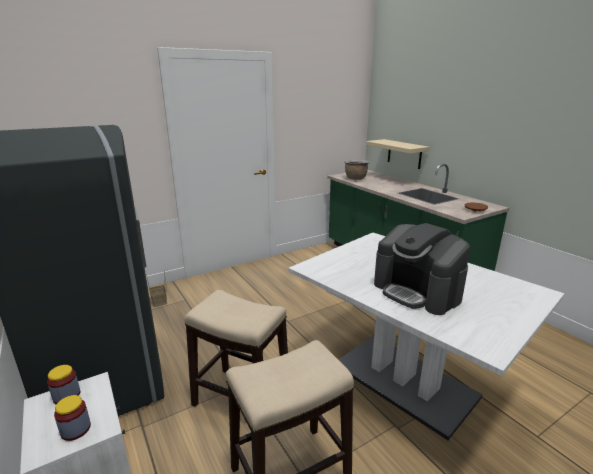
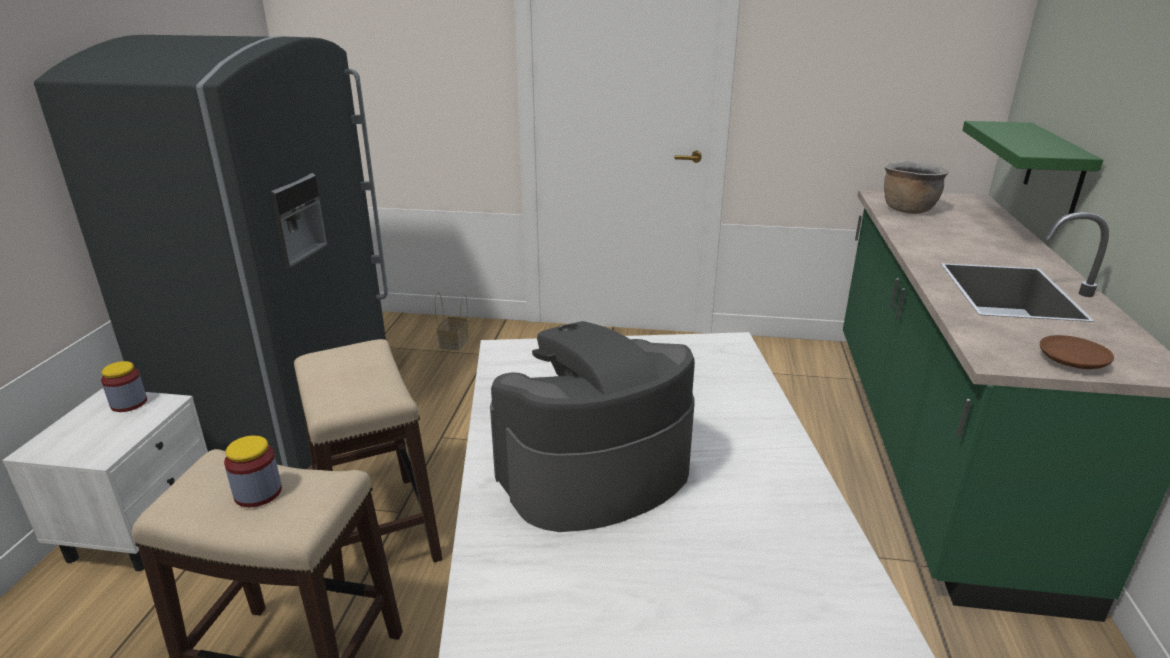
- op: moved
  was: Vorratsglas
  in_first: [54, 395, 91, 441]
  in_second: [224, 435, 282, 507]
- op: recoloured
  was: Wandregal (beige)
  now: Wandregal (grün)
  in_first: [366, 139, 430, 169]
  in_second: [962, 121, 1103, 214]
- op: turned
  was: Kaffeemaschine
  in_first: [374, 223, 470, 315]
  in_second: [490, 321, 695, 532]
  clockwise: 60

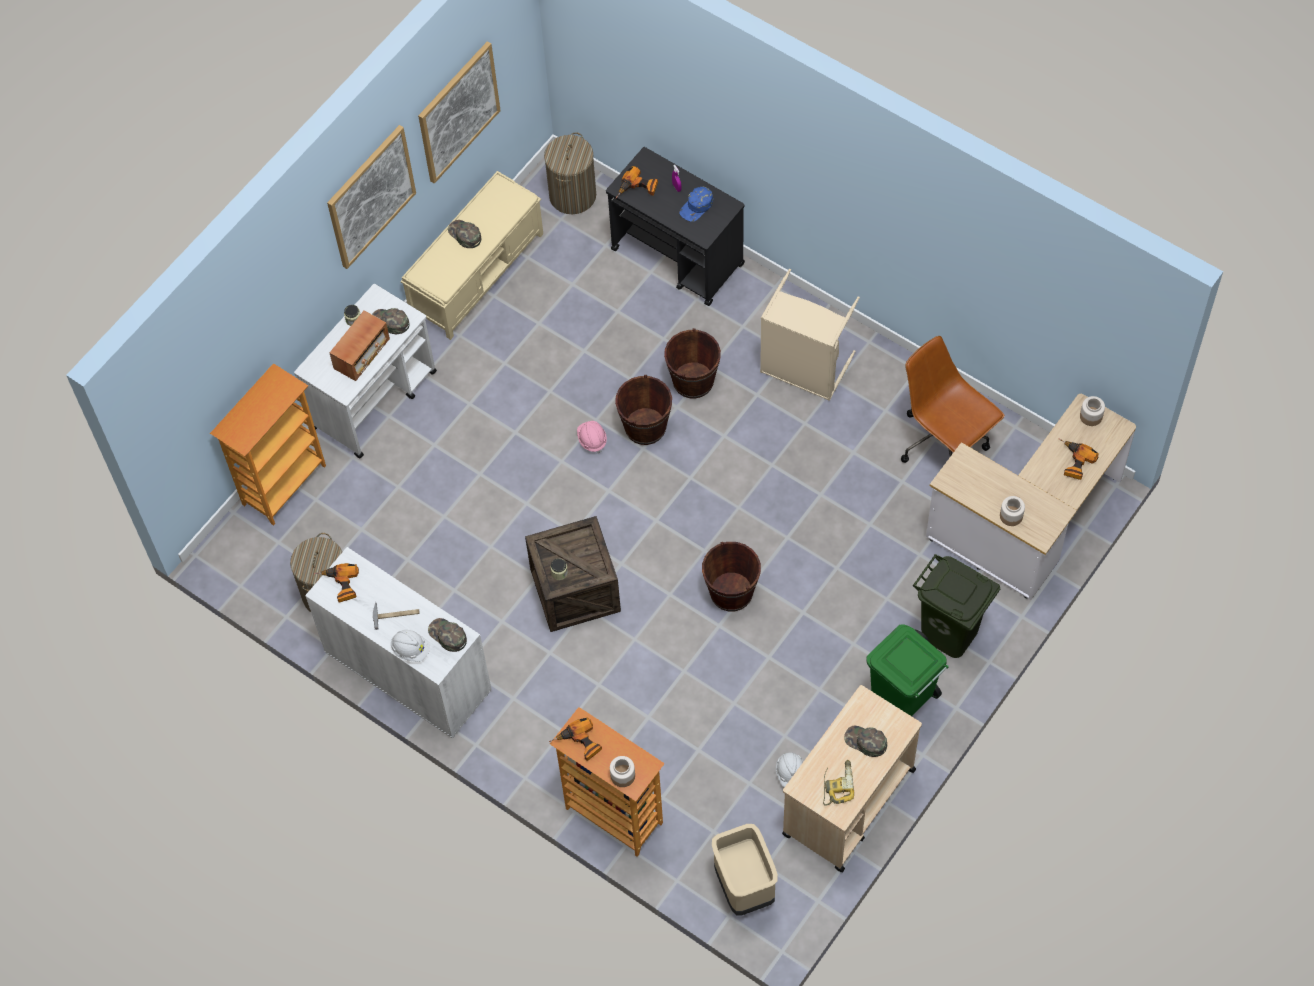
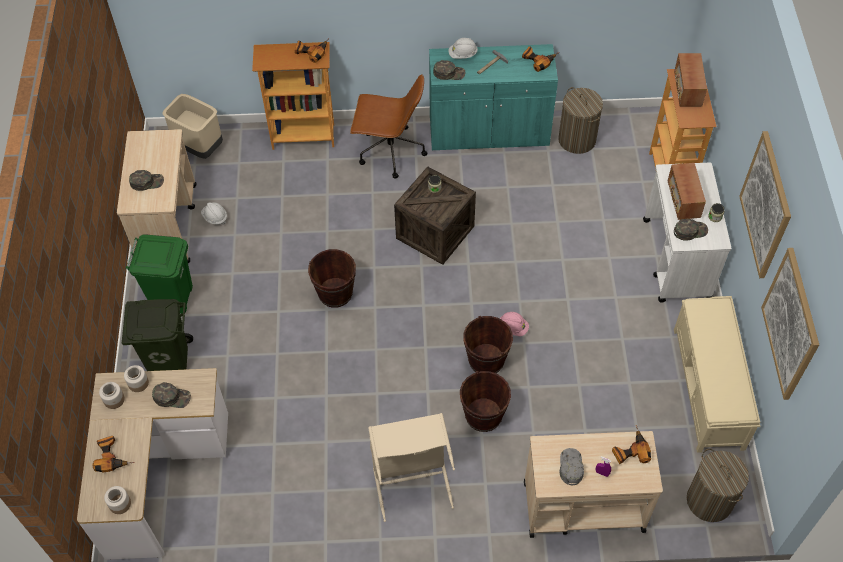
- op: recoloured
  was: Schrank (weiß)
  now: Schrank (türkis)
  in_first: [305, 547, 492, 738]
  in_second: [429, 44, 558, 150]
- op: moved
  was: Kappe (grün)
  in_first: [448, 220, 481, 248]
  in_second: [152, 382, 191, 408]
- op: recoloured
  was: Rollwagen (schwarz)
  now: Rollwagen (beige)
  in_first: [606, 147, 745, 306]
  in_second: [524, 431, 663, 538]
- op: moved
  was: Vorratsglas
  in_first: [610, 756, 635, 787]
  in_second: [99, 382, 125, 409]
- op: recoloured
  was: Kappe (blau)
  now: Kappe (grau)
  in_first: [679, 186, 713, 222]
  in_second: [560, 448, 584, 485]
- op: removed
  was: Bohrmaschine
  in_first: [823, 760, 854, 806]
- op: moved
  was: Bürostuhl (braun)
  in_first: [901, 336, 1005, 463]
  in_second: [350, 74, 428, 179]
- op: added
  now: Radio
  in_second: [674, 53, 707, 107]

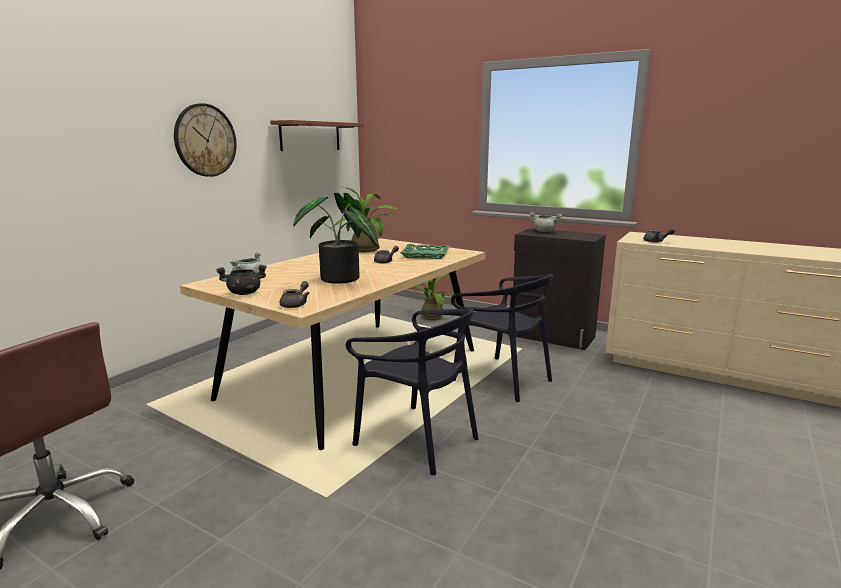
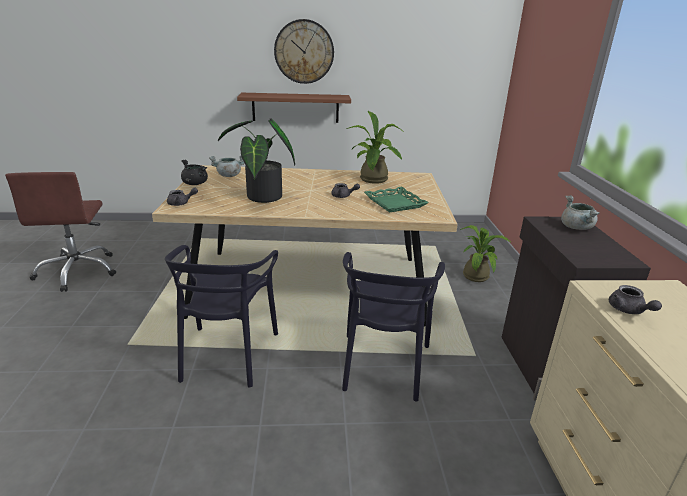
- op: moved
  was: Wandregal (braun)
  in_first: [270, 120, 364, 151]
  in_second: [237, 93, 351, 123]

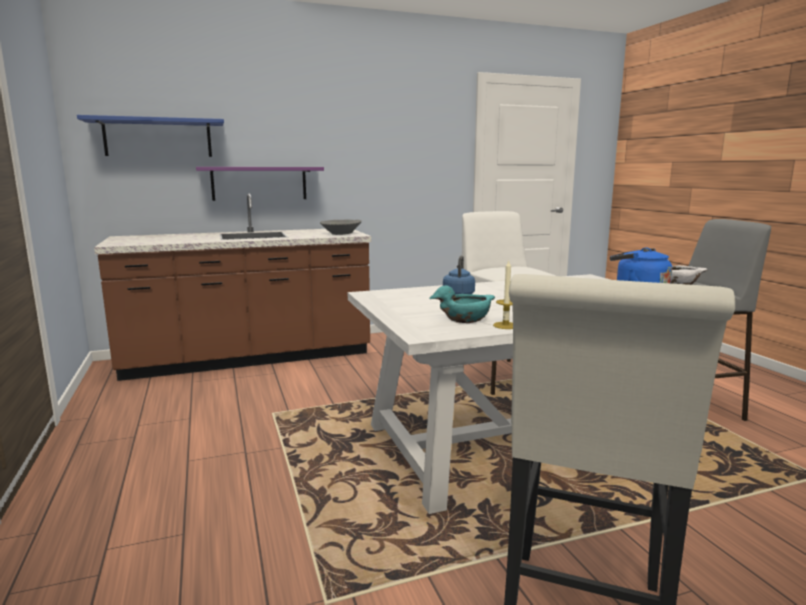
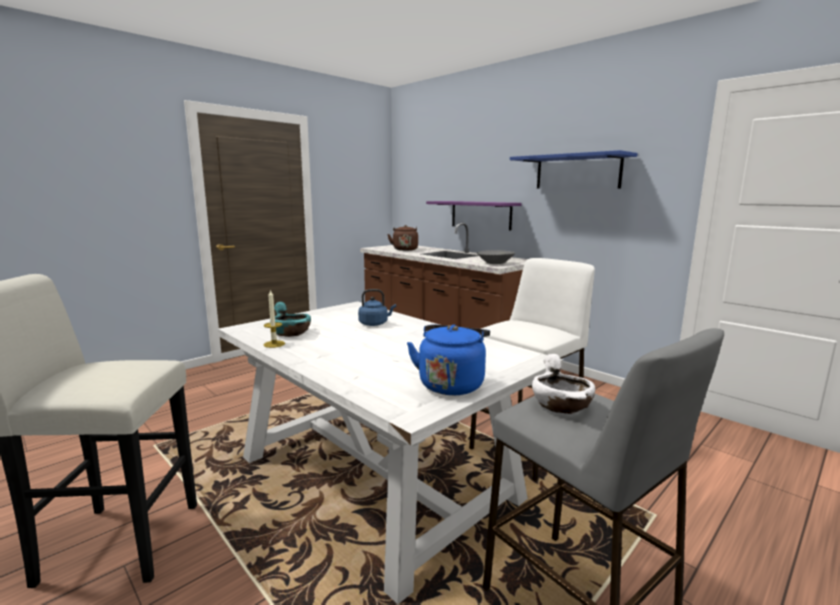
- op: moved
  was: Wandregal (blau)
  in_first: [77, 115, 224, 157]
  in_second: [510, 150, 637, 189]
- op: added
  now: Wasserkessel (braun)
  in_second: [388, 225, 418, 251]

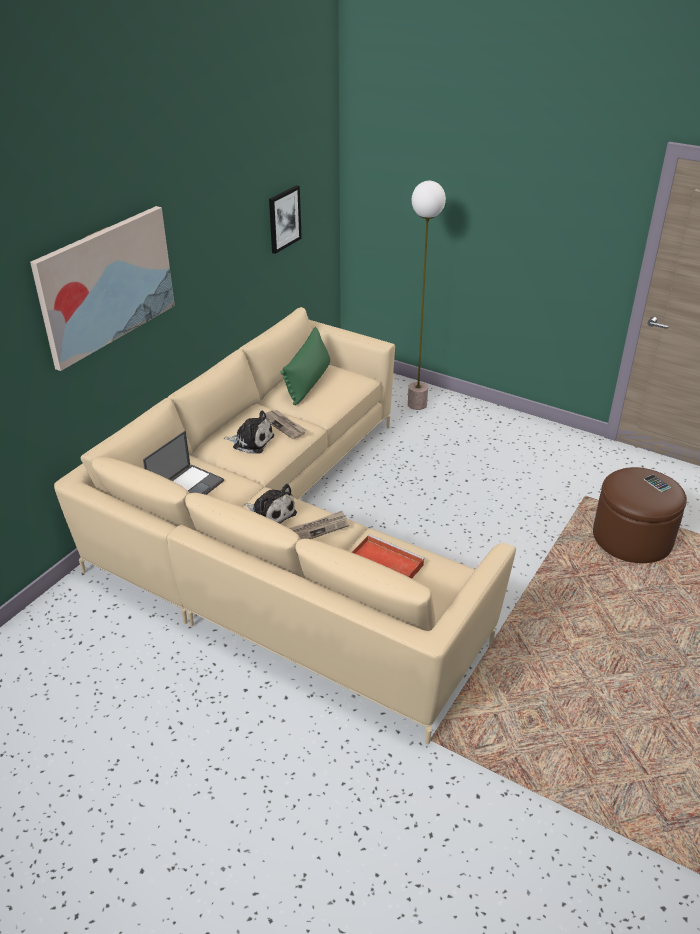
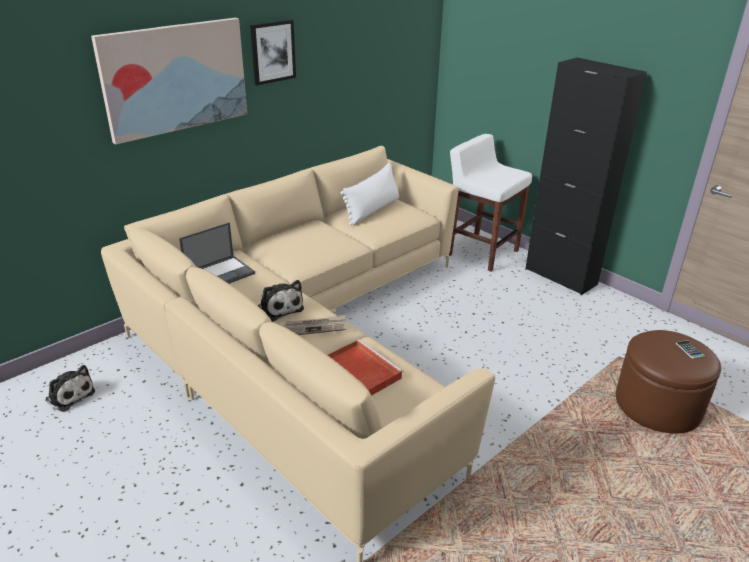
- op: moved
  was: Plüschtier
  in_first: [223, 410, 274, 454]
  in_second: [45, 365, 95, 412]
- op: removed
  was: Zeitung
  in_first: [265, 410, 307, 439]
- op: moved
  was: Bild
  in_first: [269, 185, 302, 254]
  in_second: [250, 19, 296, 85]
- op: recoloured
  was: Kissen (grün)
  now: Kissen (weiß)
  in_first: [280, 327, 330, 405]
  in_second: [341, 163, 399, 225]
- op: replaced
  was: Stehlampe
  now: Hocker (weiß)
  in_first: [408, 181, 446, 410]
  in_second: [448, 134, 532, 271]
- op: added
  now: Schrank (schwarz)
  in_second: [525, 57, 647, 295]

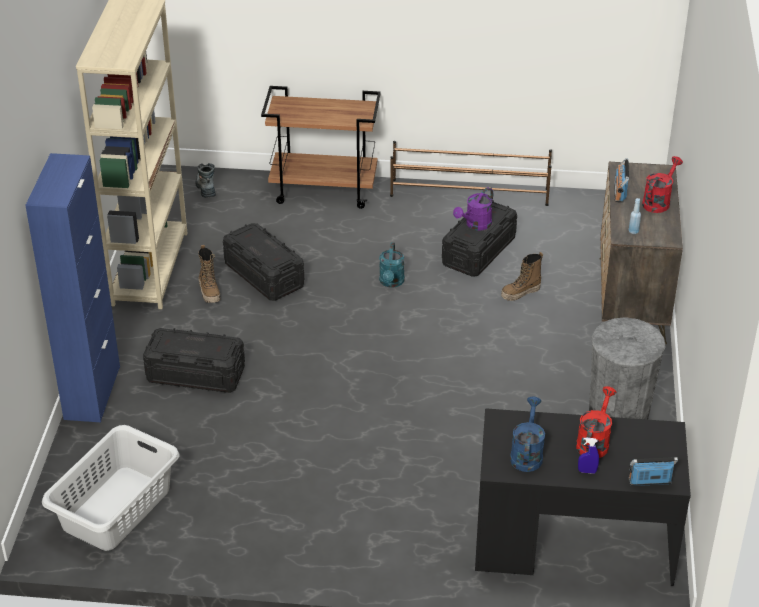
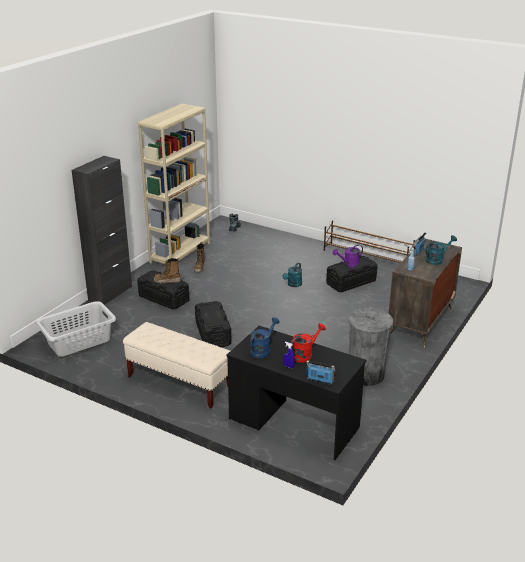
- op: recoloured
  was: Schrank (blau)
  now: Schrank (schwarz)
  in_first: [25, 153, 120, 422]
  in_second: [72, 156, 132, 305]
- op: moved
  was: Aufbewahrungsbox (schwarz)
  in_first: [223, 223, 304, 301]
  in_second: [195, 301, 231, 347]
- op: removed
  was: Rollwagen (braun)
  in_first: [261, 86, 381, 209]
- op: moved
  was: Stiefel
  in_first: [501, 252, 543, 301]
  in_second: [154, 258, 180, 283]
- op: recoloured
  was: Gießkanne (rot)
  now: Gießkanne (türkis)
  in_first: [642, 156, 683, 213]
  in_second: [425, 235, 457, 265]
- op: added
  now: Bank (beige)
  in_second: [123, 322, 230, 408]

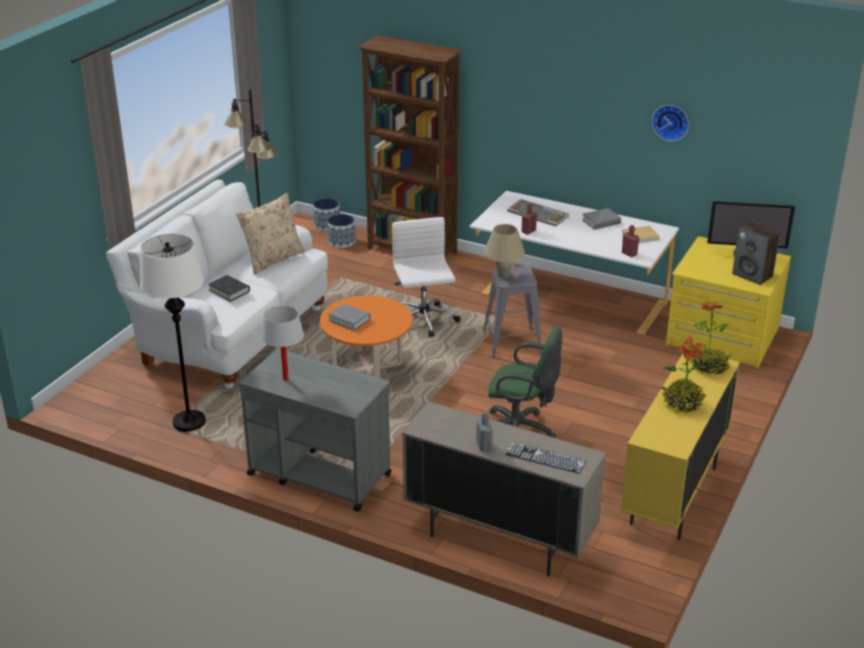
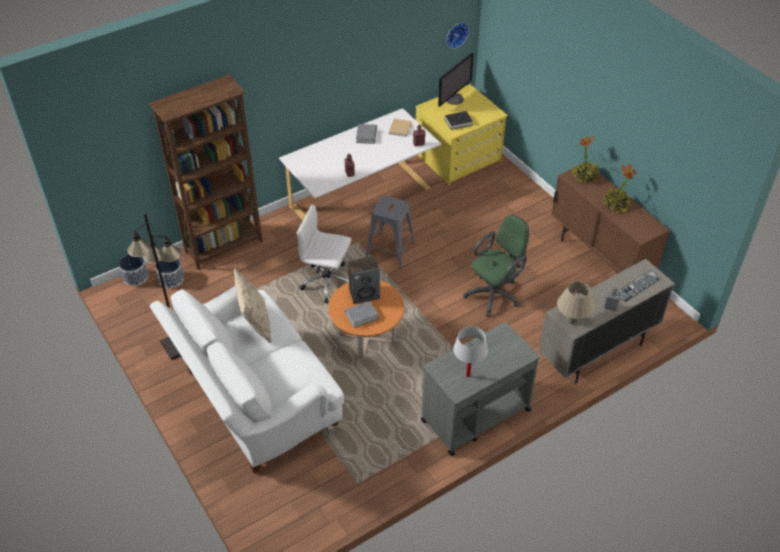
- op: removed
  was: Stehlampe (weiß)
  in_first: [140, 234, 206, 432]
- op: moved
  was: Buch (schwarz)
  in_first: [208, 275, 250, 302]
  in_second: [445, 111, 473, 130]
- op: moved
  was: Tischlampe (beige)
  in_first: [484, 224, 525, 278]
  in_second: [557, 281, 594, 325]
- op: removed
  was: Tastatur
  in_first: [507, 199, 569, 227]
- op: recoloured
  was: Schrank (gelb)
  now: Schrank (braun)
  in_first: [621, 354, 740, 540]
  in_second: [551, 165, 670, 274]
- op: moved
  was: Wanduhr
  in_first: [652, 105, 689, 141]
  in_second: [446, 23, 469, 49]
- op: moved
  was: Lautsprecher
  in_first: [732, 221, 780, 285]
  in_second: [348, 256, 380, 304]

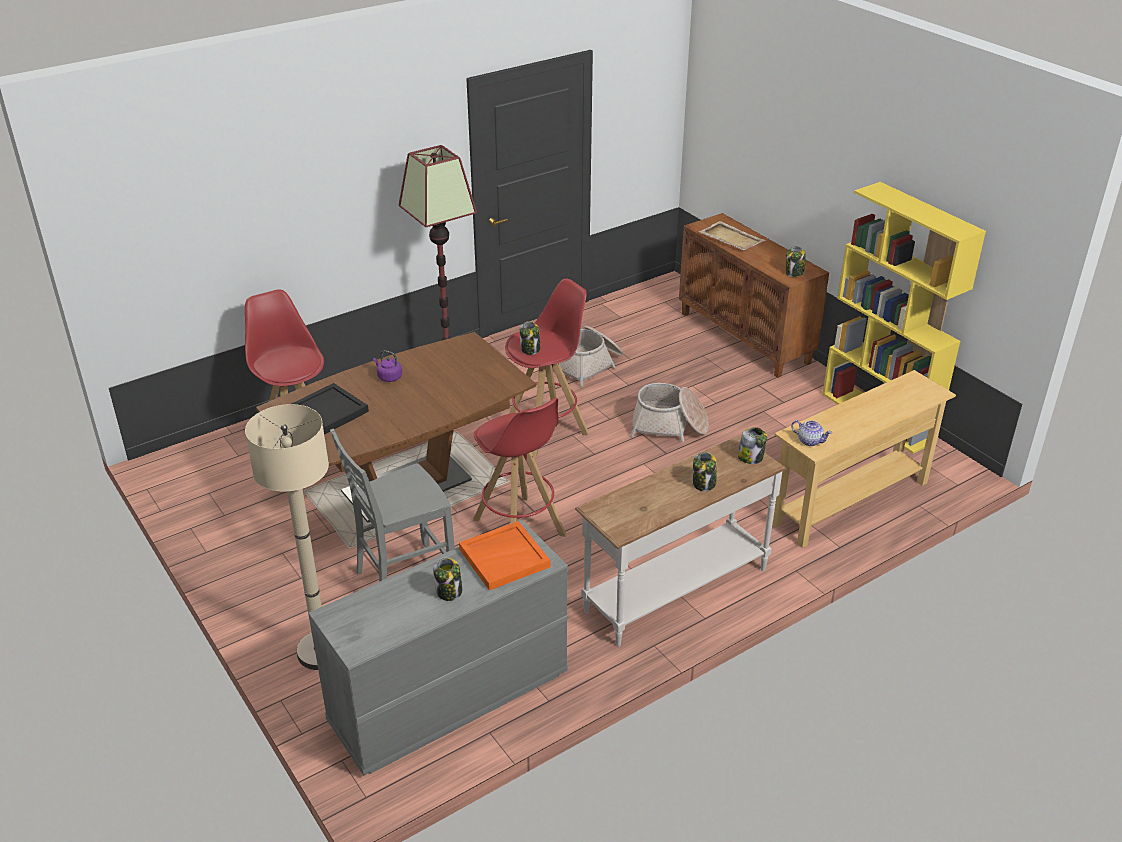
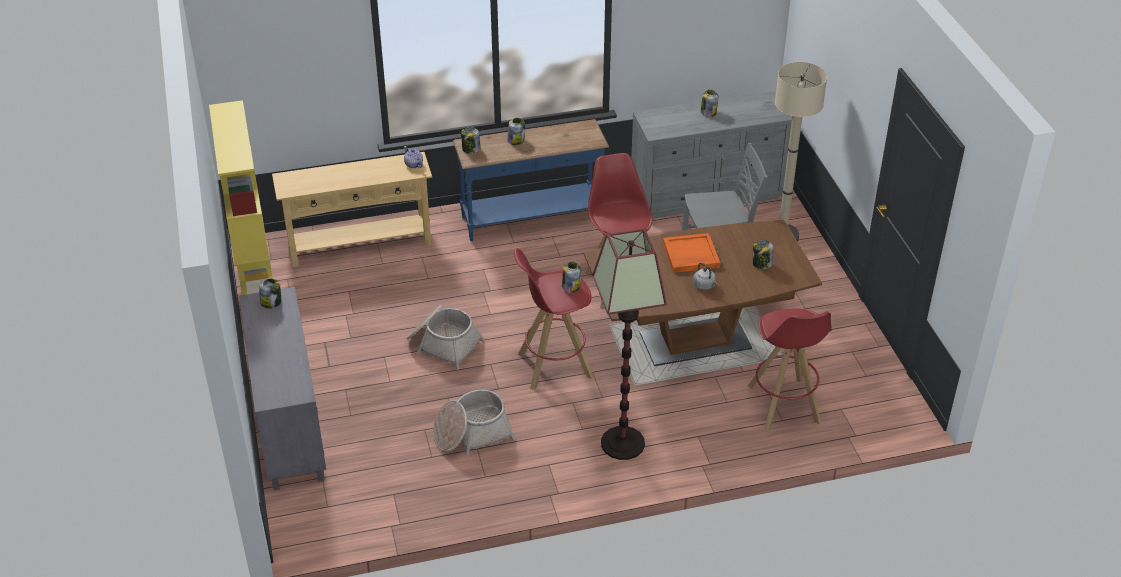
- op: replaced
  was: Tablett (schwarz)
  now: Vorratsglas
  in_first: [292, 383, 369, 435]
  in_second: [753, 240, 773, 269]
- op: recoloured
  was: Wasserkessel (lila)
  now: Wasserkessel (grau)
  in_first: [373, 350, 402, 382]
  in_second: [693, 262, 717, 290]
- op: moved
  was: Tablett (orange)
  in_first: [459, 521, 550, 591]
  in_second: [663, 233, 720, 273]
- op: recoloured
  was: Konsolentisch (weiß)
  now: Konsolentisch (blau)
  in_first: [575, 435, 787, 646]
  in_second: [453, 119, 609, 241]
- op: recoloured
  was: Schrank (braun)
  now: Schrank (grau)
  in_first: [679, 213, 829, 378]
  in_second: [239, 287, 326, 490]
- op: removed
  was: Tablett (beige)
  in_first: [698, 221, 765, 251]

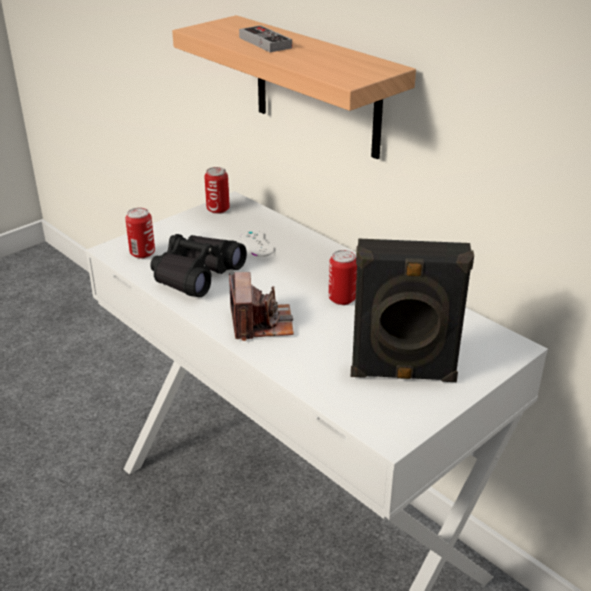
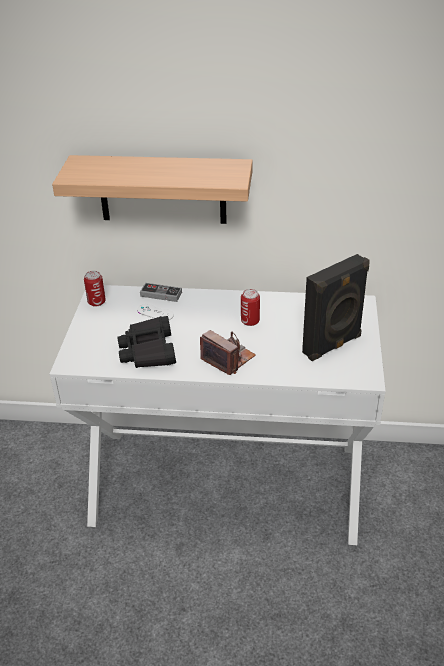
- op: removed
  was: Dose
  in_first: [125, 208, 155, 259]
- op: moved
  was: Gamepad
  in_first: [239, 25, 292, 52]
  in_second: [140, 283, 182, 302]

